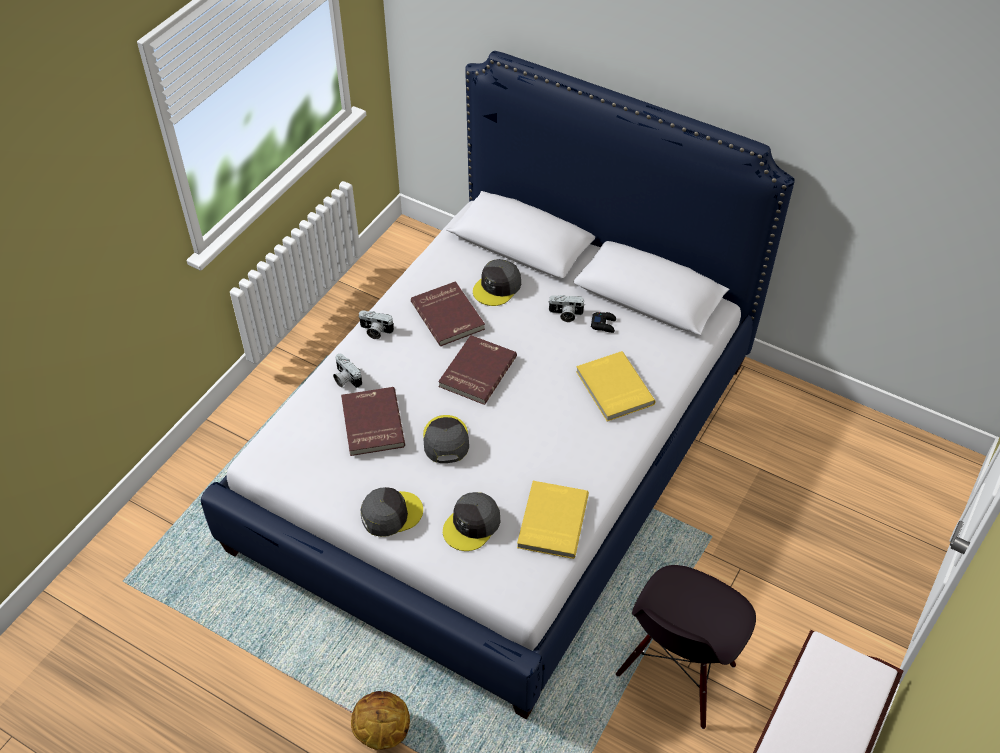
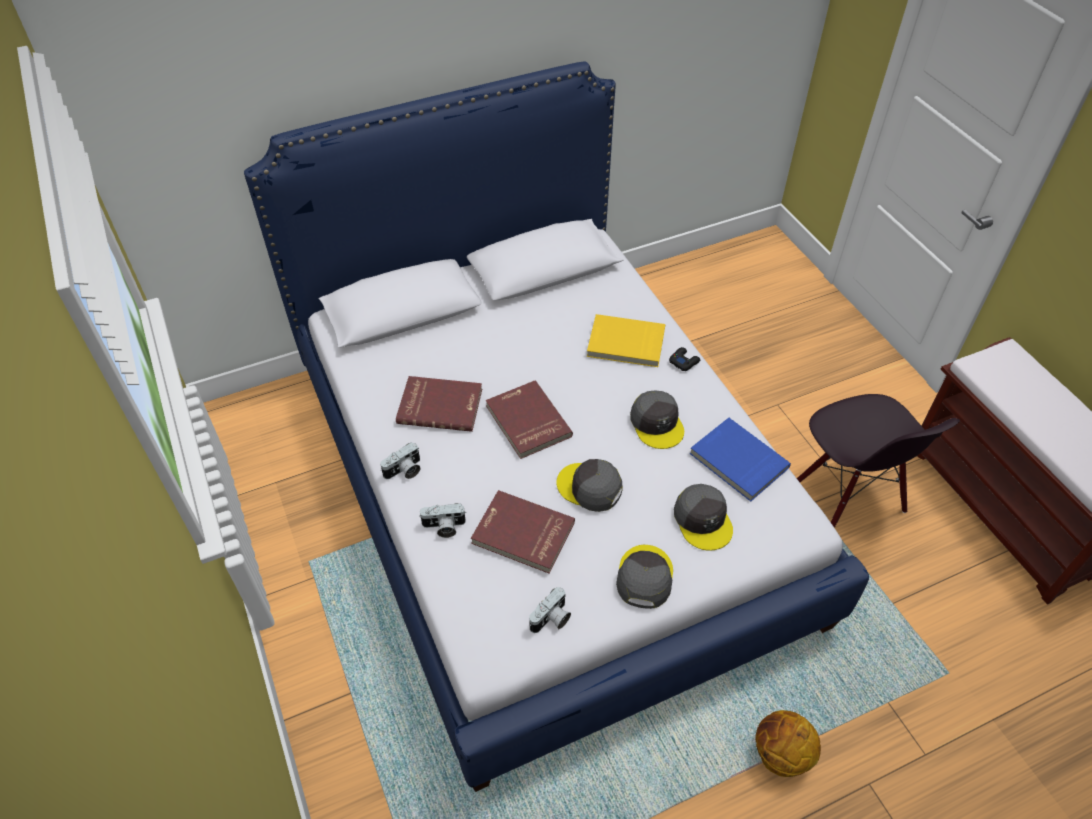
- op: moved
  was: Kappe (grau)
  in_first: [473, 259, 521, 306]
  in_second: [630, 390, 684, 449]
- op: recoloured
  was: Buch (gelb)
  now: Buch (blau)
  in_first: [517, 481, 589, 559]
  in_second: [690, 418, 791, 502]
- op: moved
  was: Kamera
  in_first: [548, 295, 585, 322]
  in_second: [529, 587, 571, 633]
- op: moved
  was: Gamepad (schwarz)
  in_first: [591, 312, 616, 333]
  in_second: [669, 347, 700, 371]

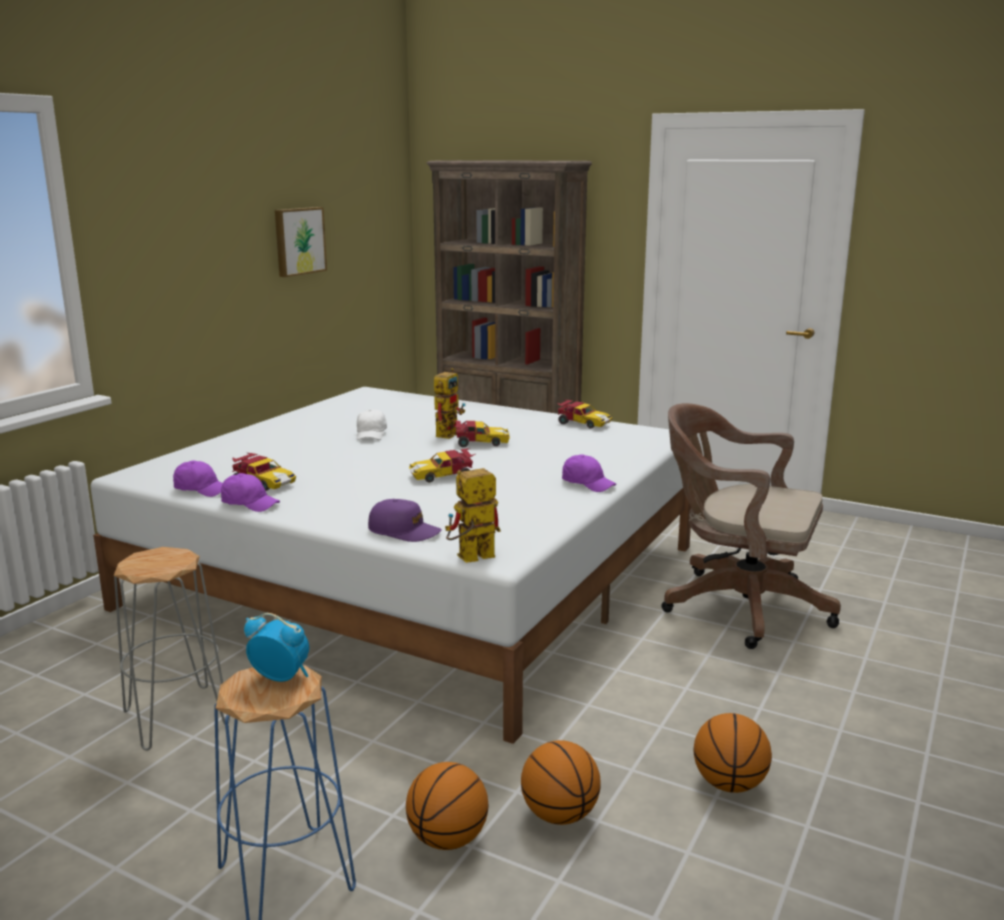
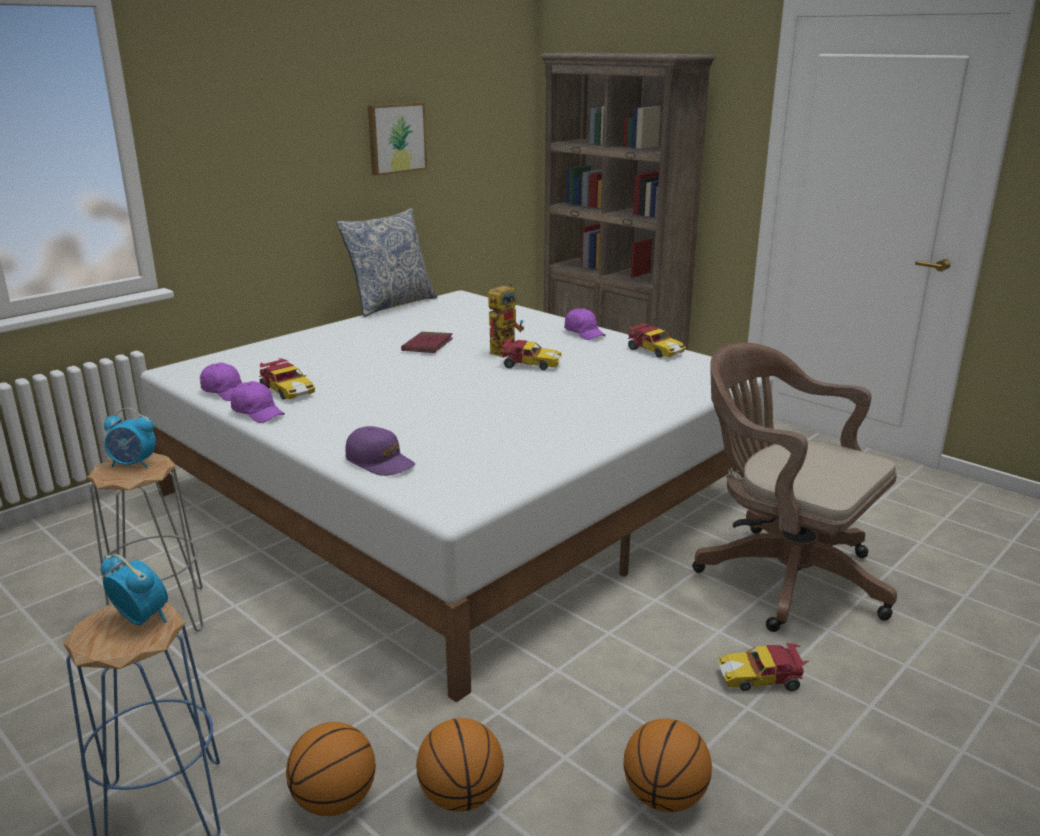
- op: replaced
  was: Kappe (weiß)
  now: Buch (rot)
  in_first: [357, 409, 387, 440]
  in_second: [401, 332, 453, 353]
- op: moved
  was: Spielzeugauto
  in_first: [409, 449, 475, 483]
  in_second: [718, 643, 808, 691]
- op: removed
  was: Spielzeugroboter
  in_first: [445, 468, 500, 563]
- op: moved
  was: Kappe (lila)
  in_first: [562, 454, 616, 492]
  in_second: [564, 308, 606, 340]
- op: added
  now: Wecker
  in_second: [104, 408, 156, 469]
- op: added
  now: Kissen
  in_second: [336, 208, 437, 317]

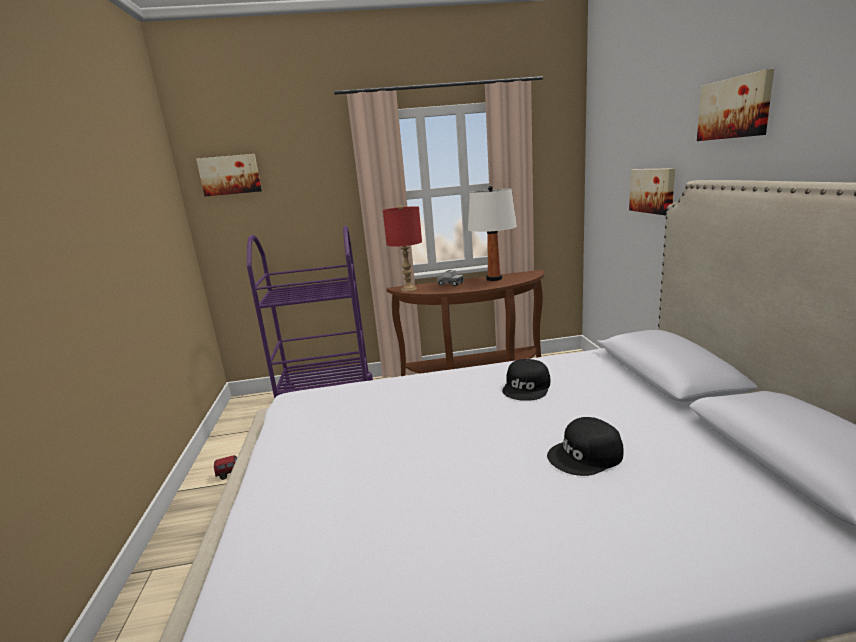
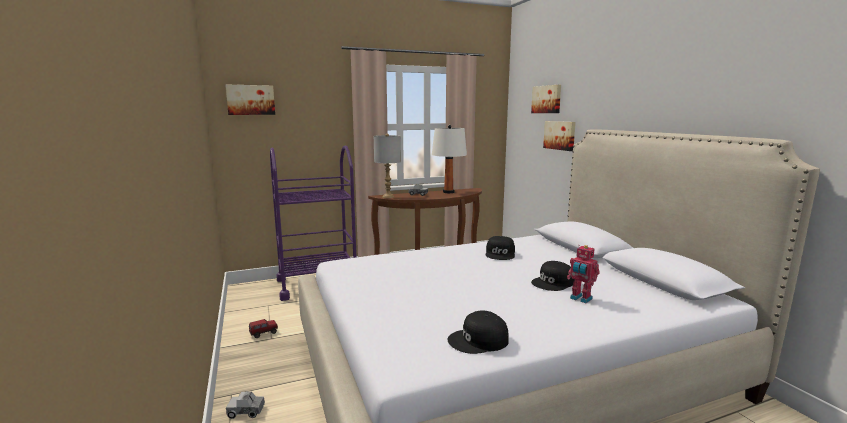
- op: recoloured
  was: Tischlampe (rot)
  now: Tischlampe (grau)
  in_first: [383, 205, 422, 292]
  in_second: [374, 134, 401, 198]
- op: moved
  was: Bild
  in_first: [697, 69, 774, 141]
  in_second: [531, 85, 561, 113]
- op: added
  now: Spielzeuglaster
  in_second: [226, 391, 265, 419]
- op: added
  now: Kappe (schwarz)
  in_second: [448, 310, 508, 354]
- op: added
  now: Spielzeugroboter
  in_second: [567, 245, 600, 303]

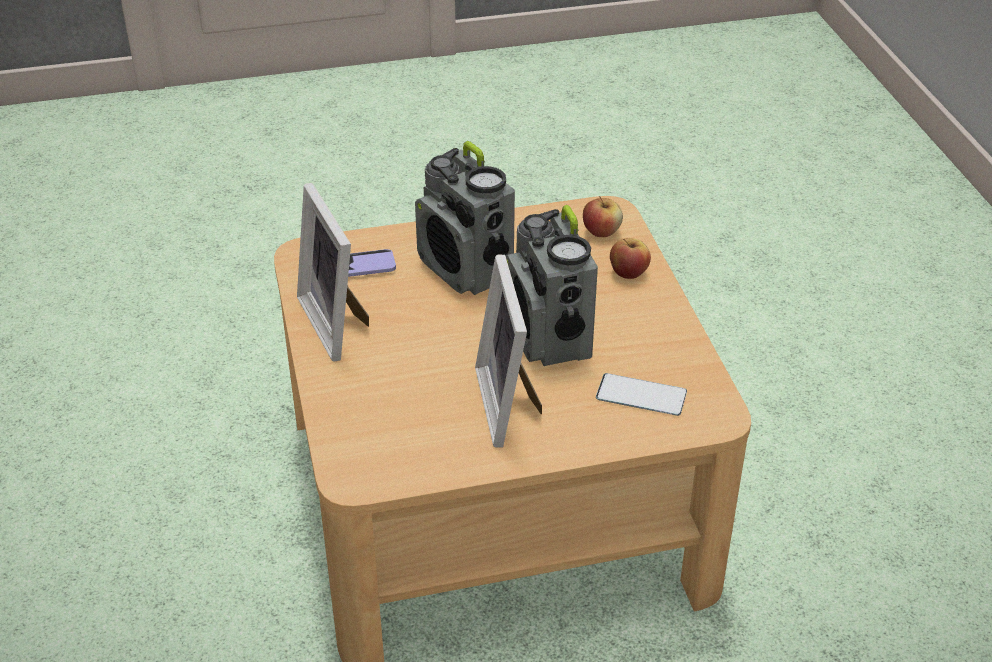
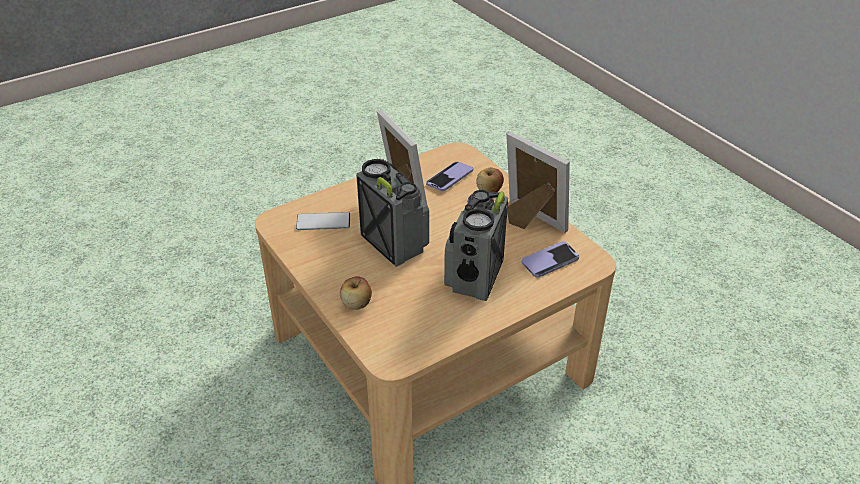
- op: turned
  was: Radio
  in_first: [415, 141, 515, 295]
  in_second: [444, 190, 508, 301]
  clockwise: -105
- op: moved
  was: Apfel
  in_first: [583, 196, 623, 237]
  in_second: [476, 168, 504, 192]
- op: added
  now: Handy
  in_second: [426, 162, 473, 191]

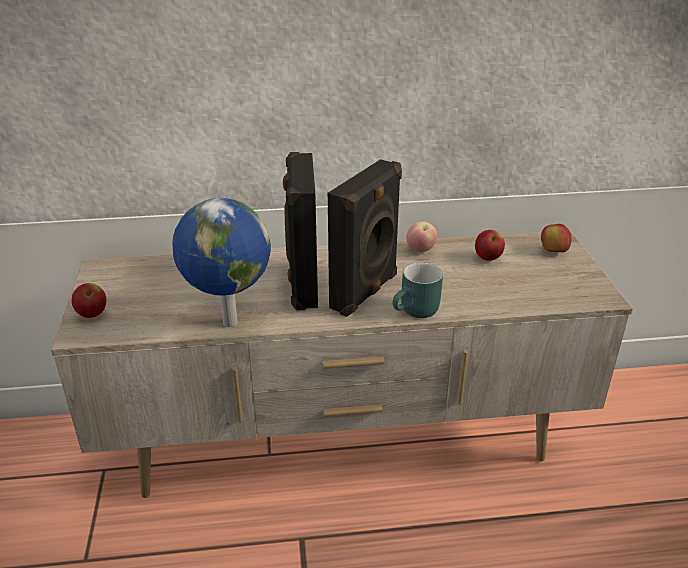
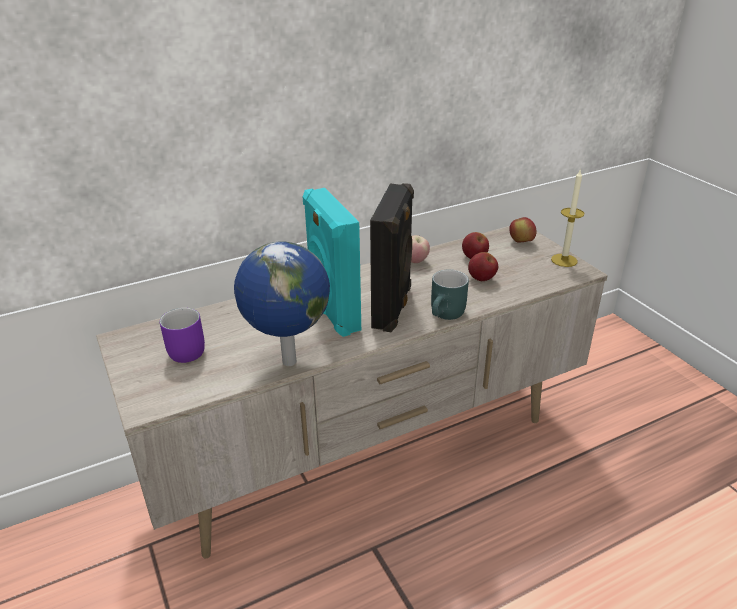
- op: moved
  was: Apfel
  in_first: [72, 283, 106, 318]
  in_second: [468, 252, 498, 281]
- op: recoloured
  was: Lautsprecher (schwarz)
  now: Lautsprecher (türkis)
  in_first: [283, 152, 318, 311]
  in_second: [303, 188, 361, 337]
- op: added
  now: Henkelbecher (lila)
  in_second: [160, 308, 205, 363]
- op: added
  now: Kerze
  in_second: [551, 170, 584, 267]

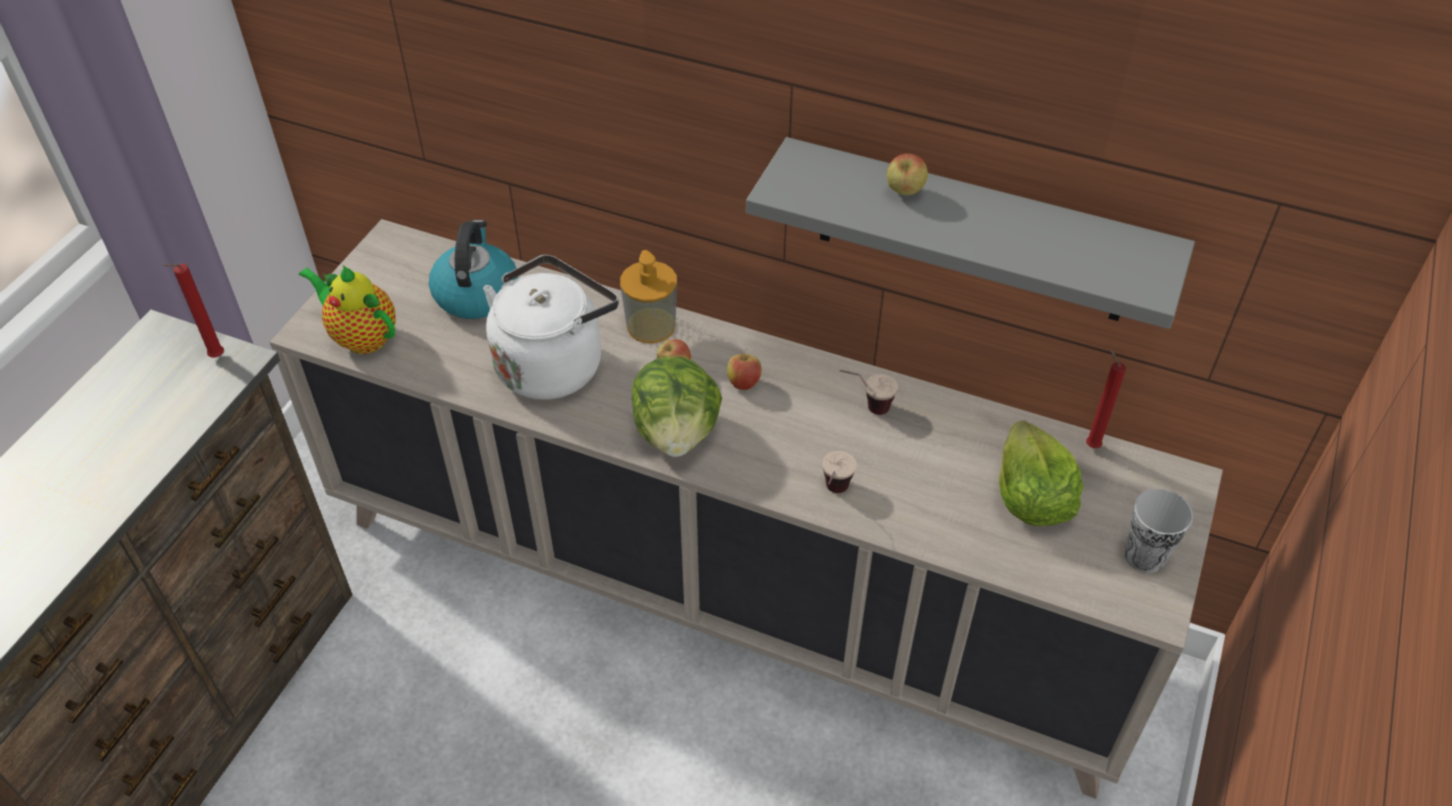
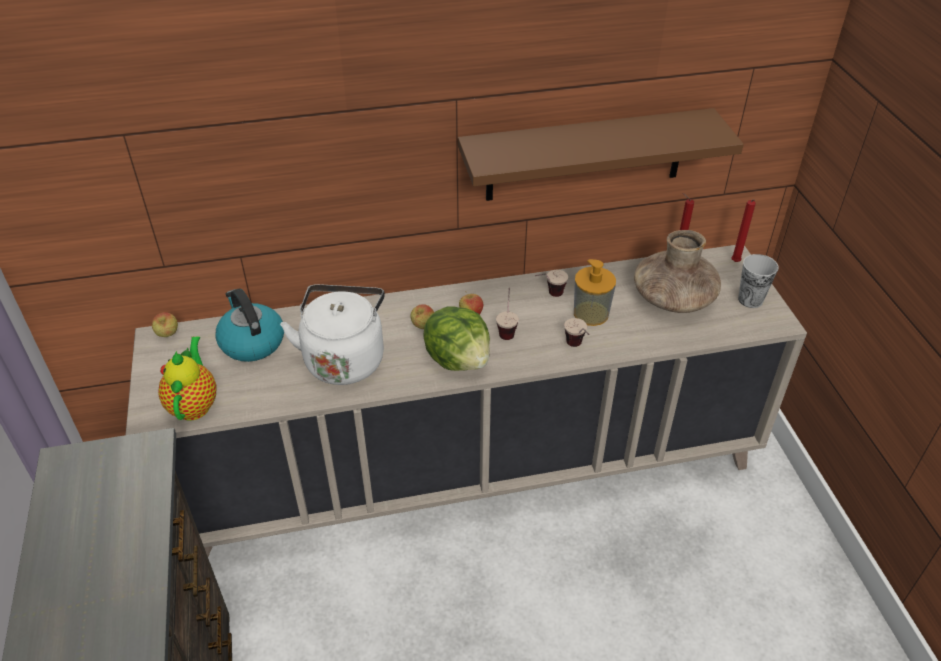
- op: moved
  was: Kerze (rot)
  in_first: [163, 264, 224, 358]
  in_second: [731, 199, 756, 262]
- op: turned
  was: Teekanne
  in_first: [299, 265, 396, 354]
  in_second: [158, 336, 217, 421]
  clockwise: 90
- op: moved
  was: Seifenspender
  in_first: [620, 250, 677, 343]
  in_second: [574, 259, 616, 326]
- op: recoloured
  was: Wandregal (grau)
  now: Wandregal (braun)
  in_first: [746, 137, 1195, 329]
  in_second: [458, 108, 744, 201]
- op: moved
  was: Apfel
  in_first: [887, 154, 928, 195]
  in_second: [152, 312, 178, 337]
- op: replaced
  was: Salatkopf
  now: Vase (braun)
  in_first: [999, 421, 1083, 526]
  in_second: [634, 230, 721, 313]
- op: added
  now: Tasse
  in_second: [496, 288, 519, 340]

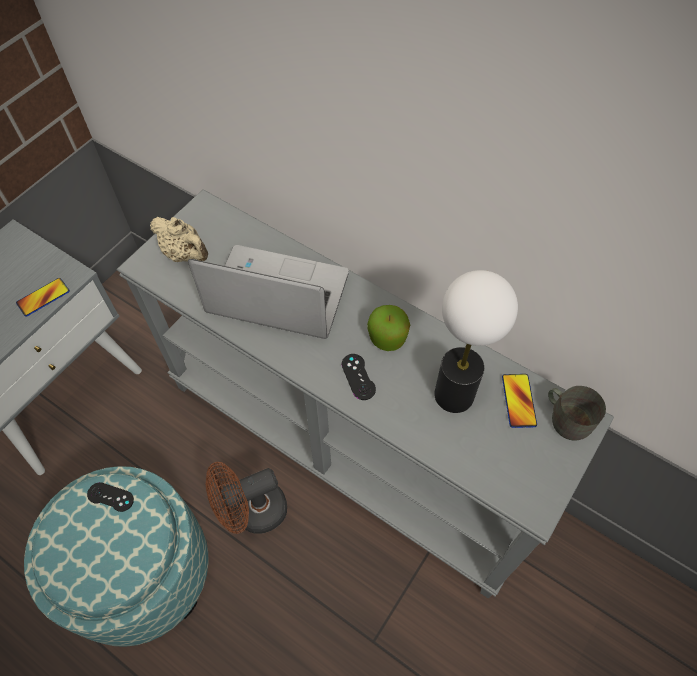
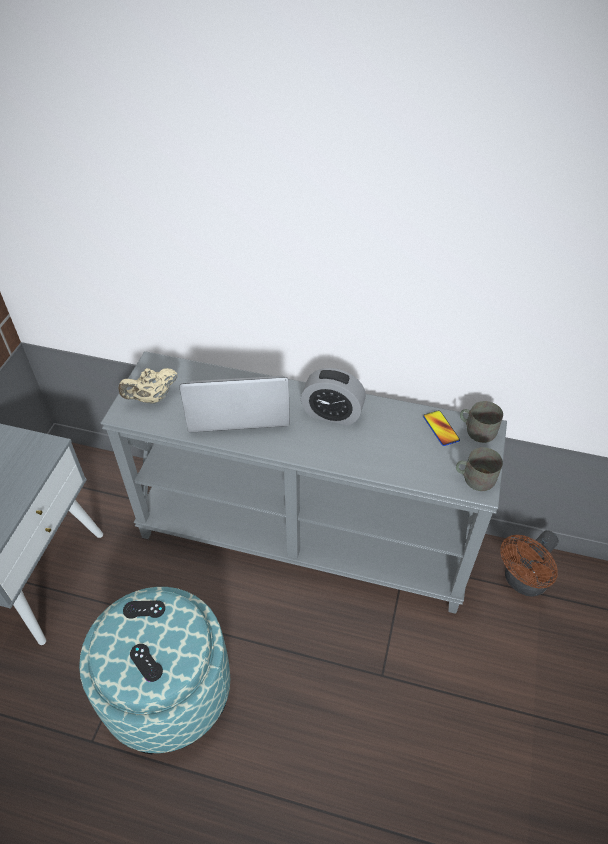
- op: removed
  was: Handy
  in_first: [16, 278, 70, 316]
- op: turned
  was: Teekanne (beige)
  in_first: [150, 217, 208, 262]
  in_second: [119, 368, 178, 403]
  clockwise: 135
- op: moved
  was: Ventilator (braun)
  in_first: [206, 462, 287, 534]
  in_second: [500, 530, 559, 597]
- op: moved
  was: Gamepad (schwarz)
  in_first: [342, 354, 376, 400]
  in_second: [130, 644, 163, 682]
- op: replaced
  was: Apfel
  now: Wecker
  in_first: [367, 305, 410, 351]
  in_second: [301, 368, 366, 425]
- op: removed
  was: Tischlampe
  in_first: [434, 270, 518, 413]
- op: added
  now: Henkelbecher (grau)
  in_second: [456, 447, 503, 491]

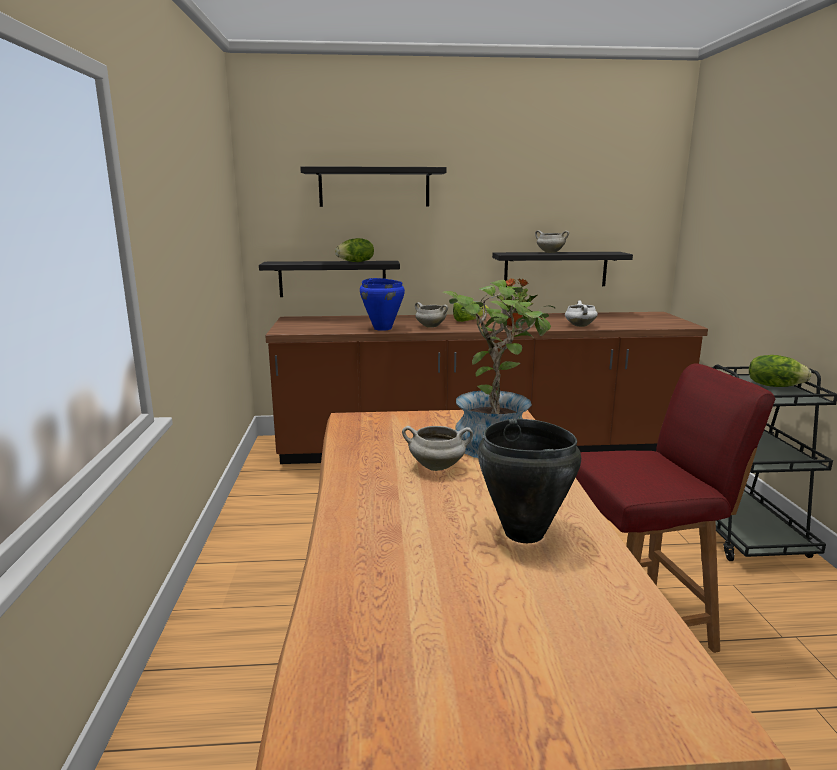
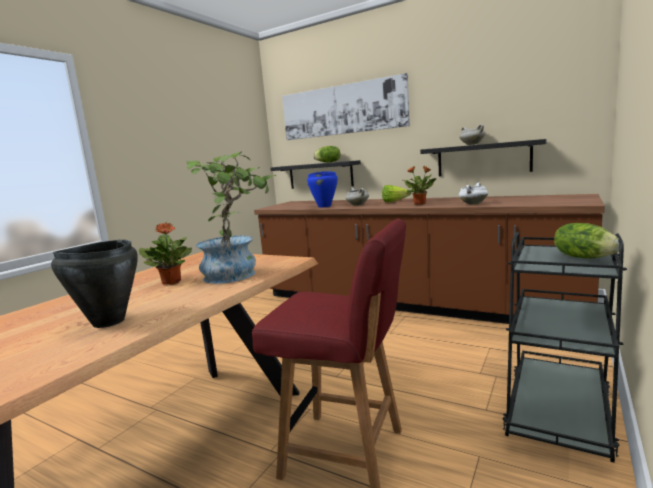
- op: replaced
  was: Wandregal (schwarz)
  now: Bild
  in_first: [300, 166, 447, 207]
  in_second: [282, 73, 410, 140]
- op: replaced
  was: Kochtopf (weiß)
  now: Topfpflanze
  in_first: [402, 426, 473, 471]
  in_second: [139, 222, 192, 285]

